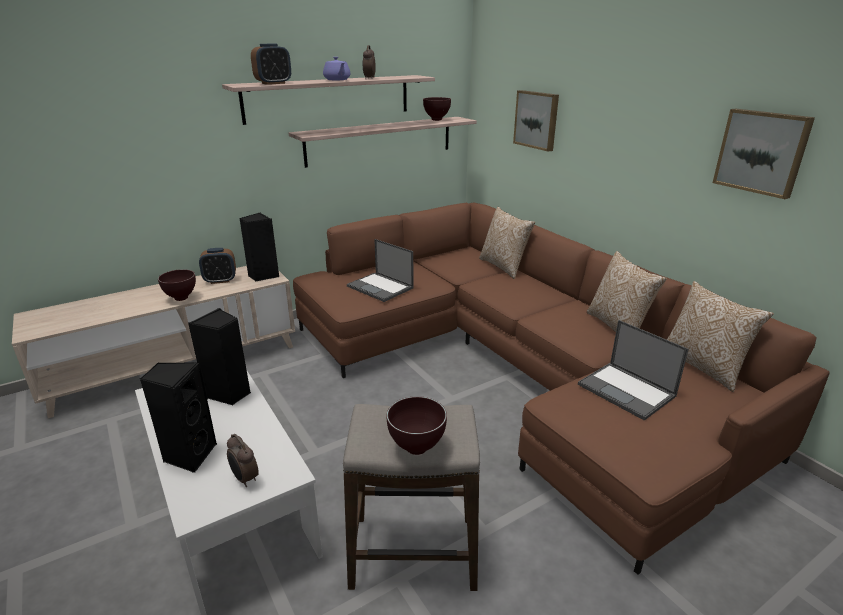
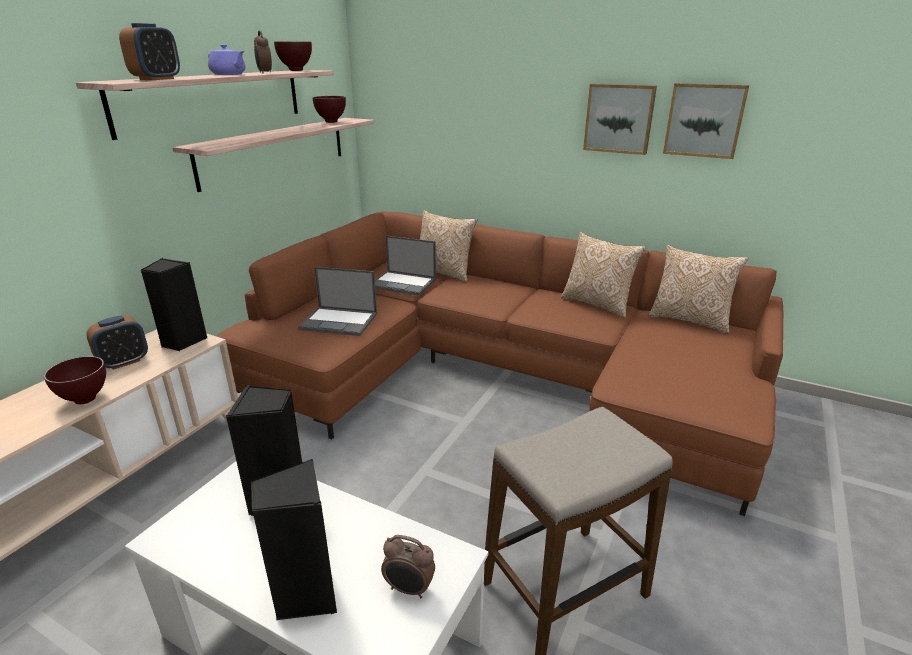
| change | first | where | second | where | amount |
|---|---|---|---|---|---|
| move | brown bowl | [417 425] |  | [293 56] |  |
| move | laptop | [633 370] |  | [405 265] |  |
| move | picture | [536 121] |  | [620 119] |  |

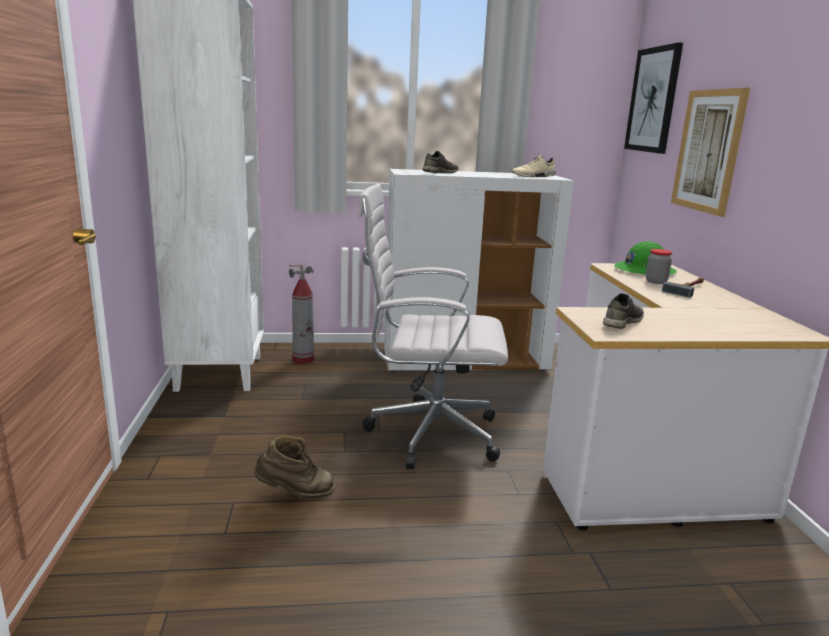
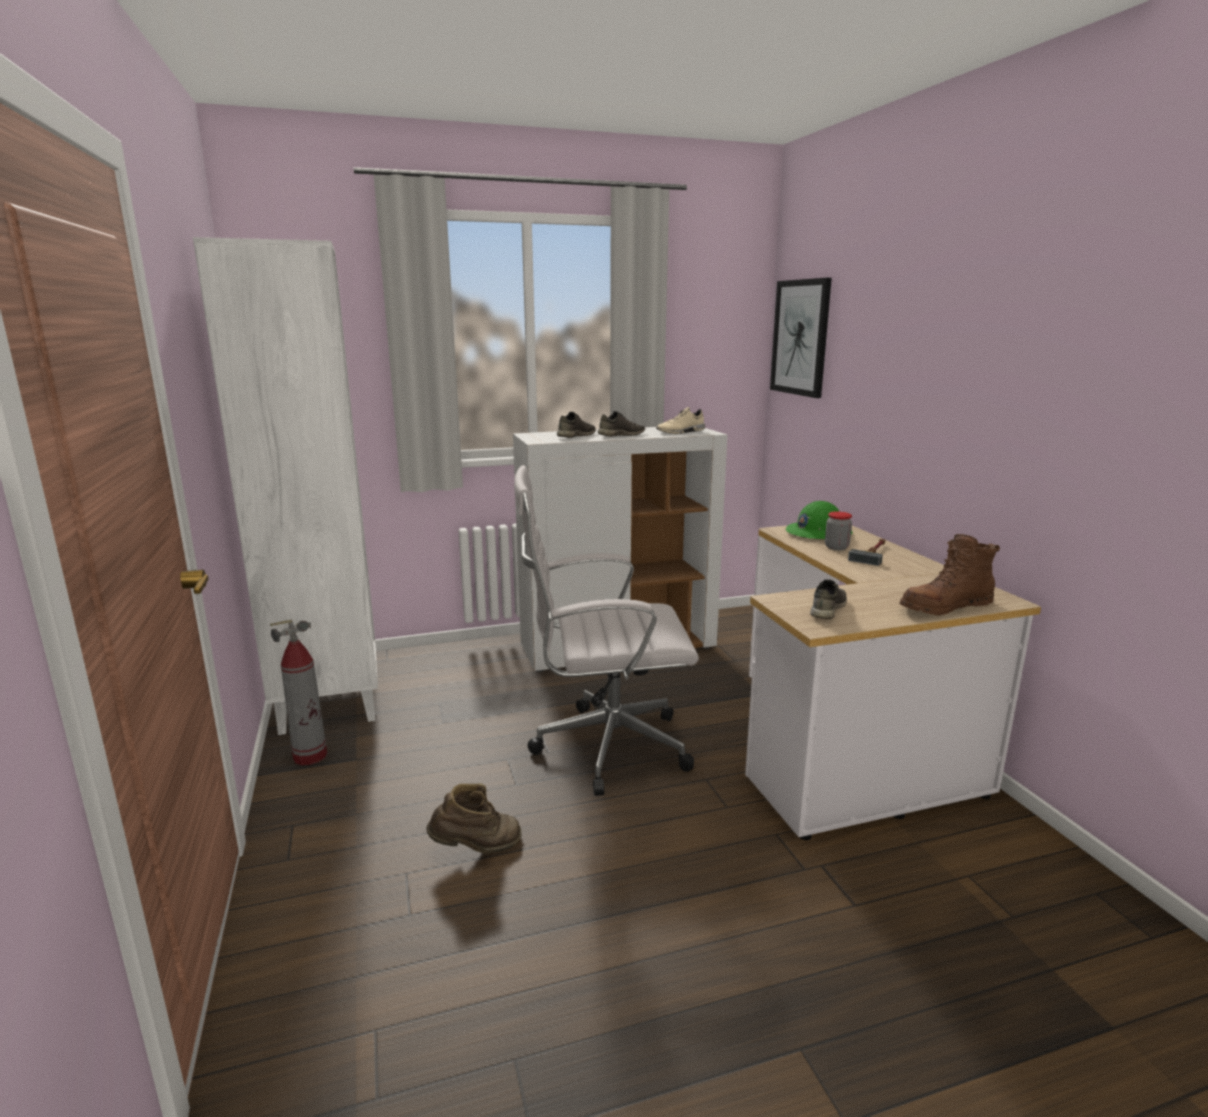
| change | first | where | second | where | amount |
|---|---|---|---|---|---|
| move | fire extinguisher | [301 315] |  | [298 692] |  |
| insert |  |  | grey shoe | [621 424] |  |
| insert |  |  | brown boot | [949 575] |  |
| delete | picture | [710 152] |  |  |  |

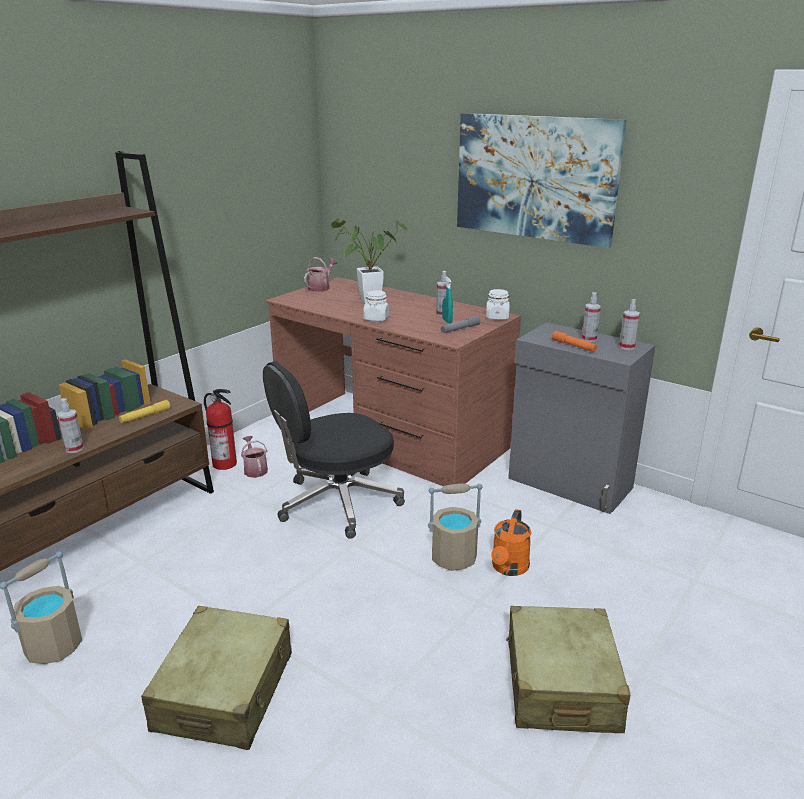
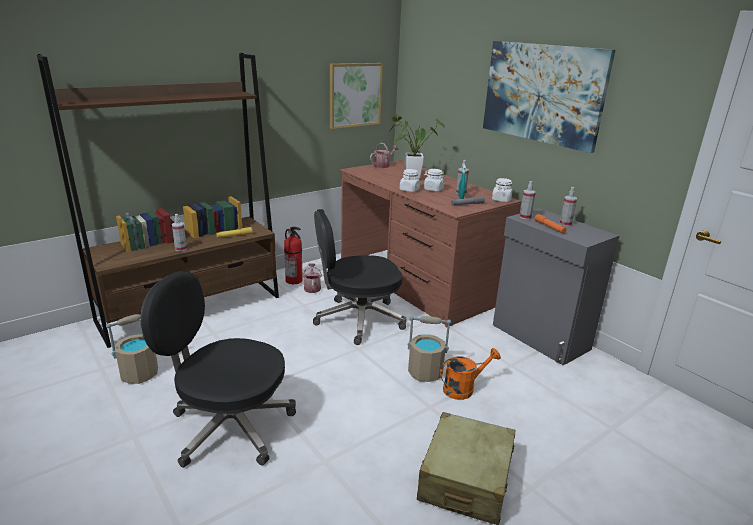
| change | first | where | second | where | amount |
|---|---|---|---|---|---|
| replace | beige suitcase | [216 678] | black office chair | [218 369] |  |
| insert |  |  | picture | [356 96] |  |
| insert |  |  | white jar | [434 180] |  |
| rotate | orange watering can | [511 542] |  | [470 374] | 150 degrees counterclockwise |
| move | spray bottle | [629 324] |  | [527 200] |  |

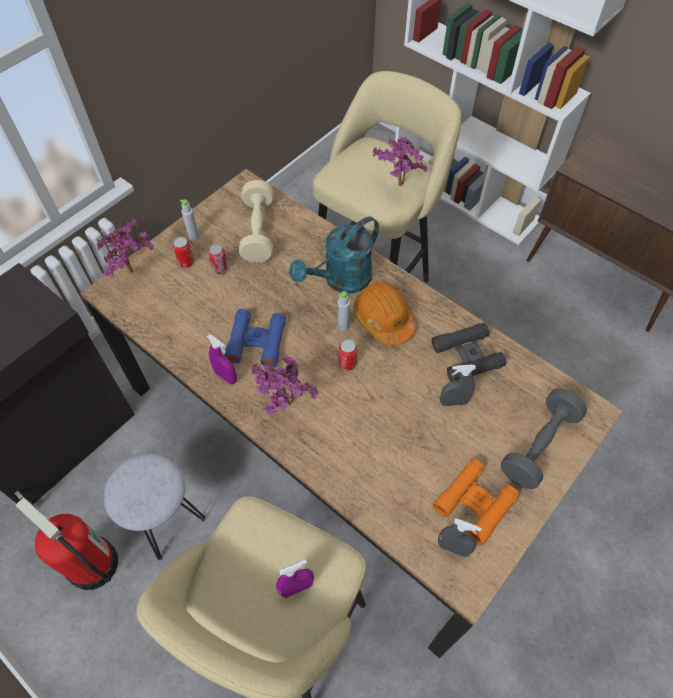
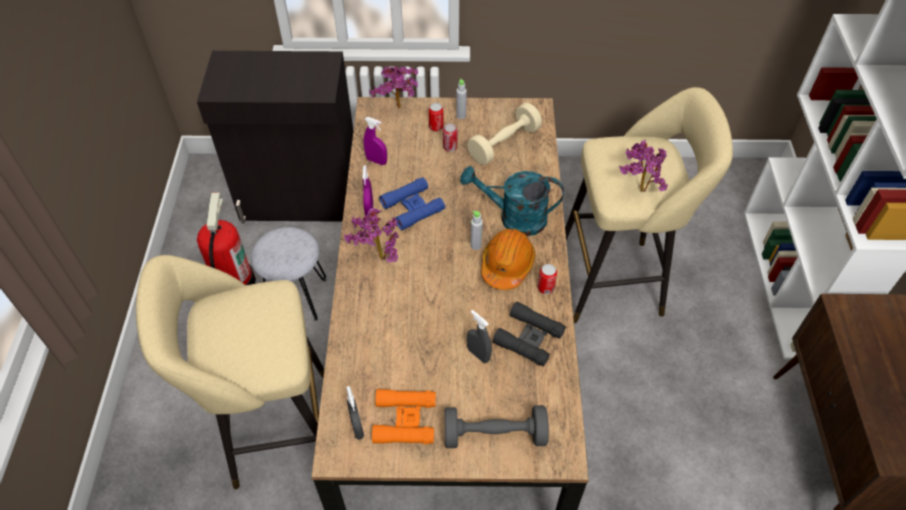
| change | first | where | second | where | amount |
|---|---|---|---|---|---|
| move | purple spray bottle | [295 578] |  | [375 141] |  |
| move | can | [348 355] |  | [547 279] |  |

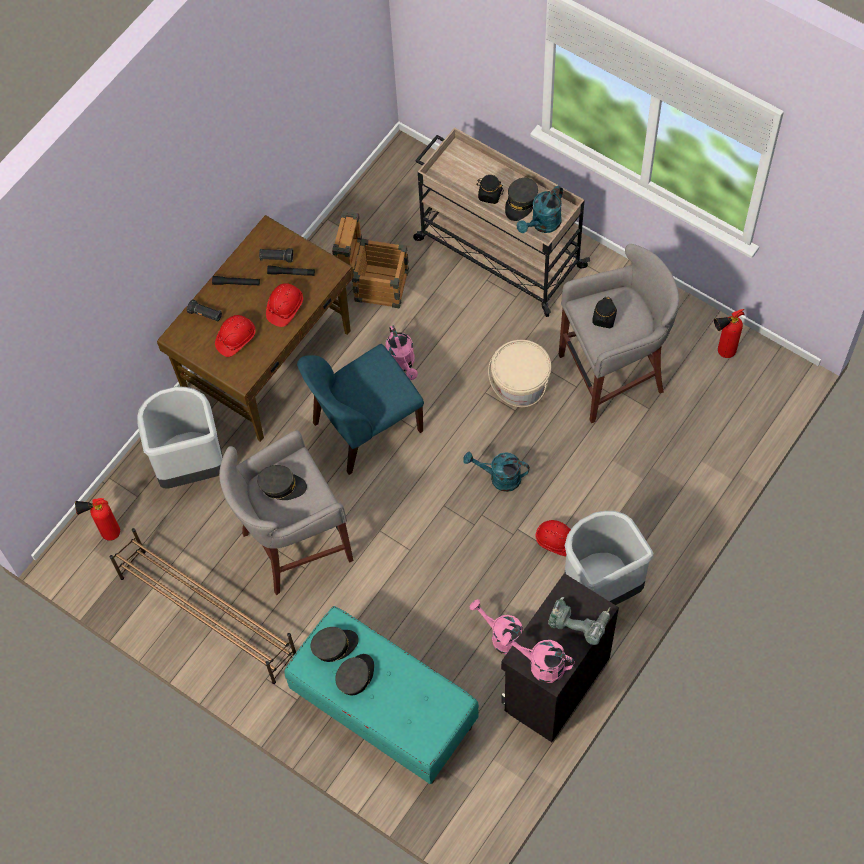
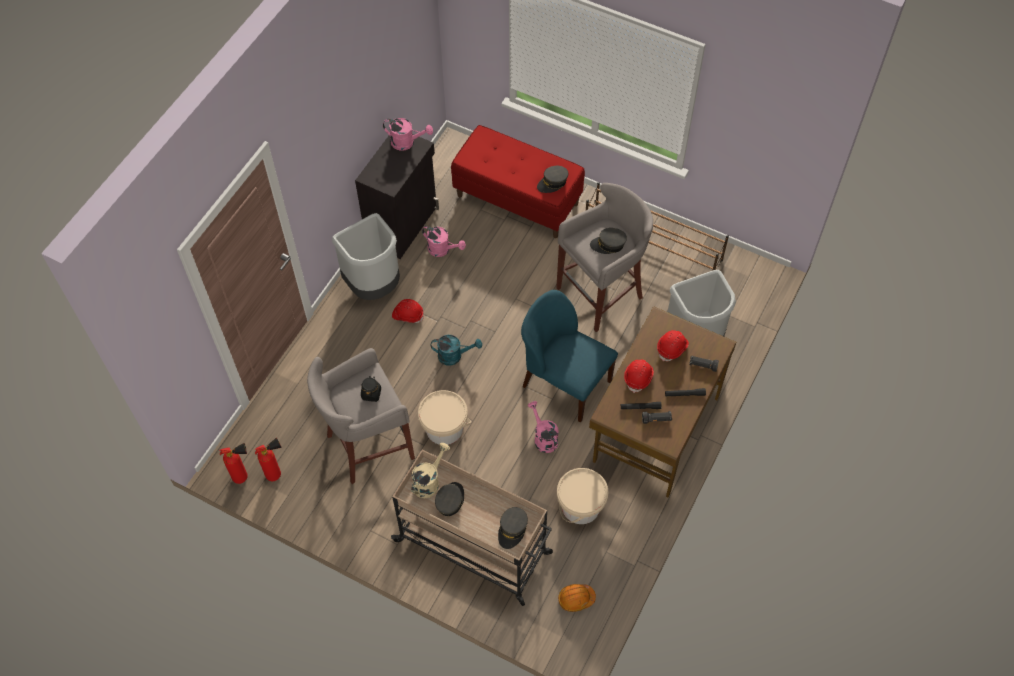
| change | first | where | second | where | amount |
|---|---|---|---|---|---|
| move | fire extinguisher | [97 519] |  | [233 463] |  |
| recolor | turquoise watering can | [540 209] | beige watering can | [430 470] |  |
| recolor | turquoise bench | [381 695] | red bench | [518 181] |  |
| move | grey cap | [354 674] |  | [513 528] |  |
| rotate | blue chair | [360 409] |  | [569 356] | 105 degrees counterclockwise |
| replace | crate | [370 259] | beige bucket | [582 496] |  |
| insert |  |  | orange hard hat | [577 598] |  |
| delete | black jar | [490 189] |  |  |  |
| delete | power drill | [579 621] |  |  |  |

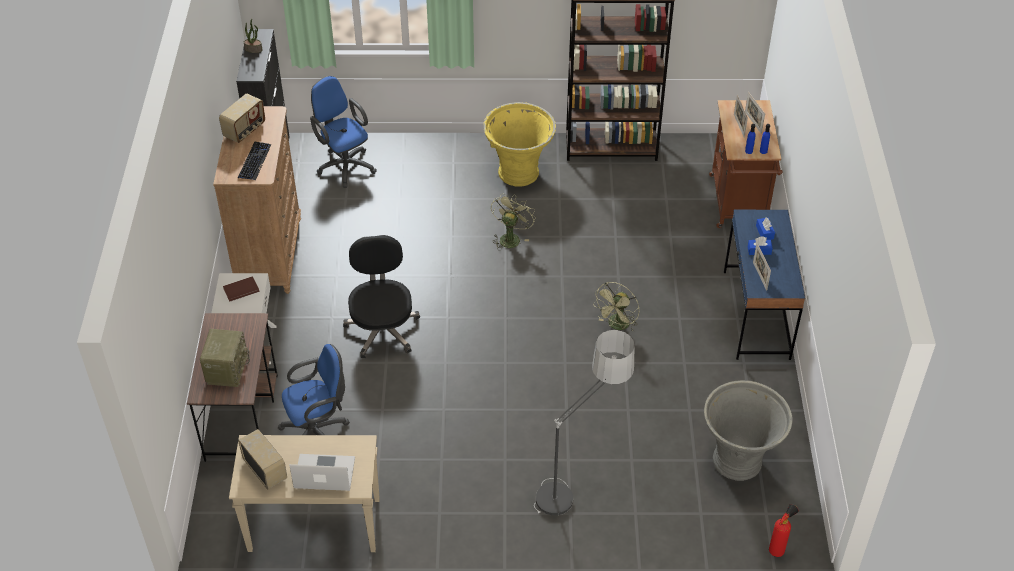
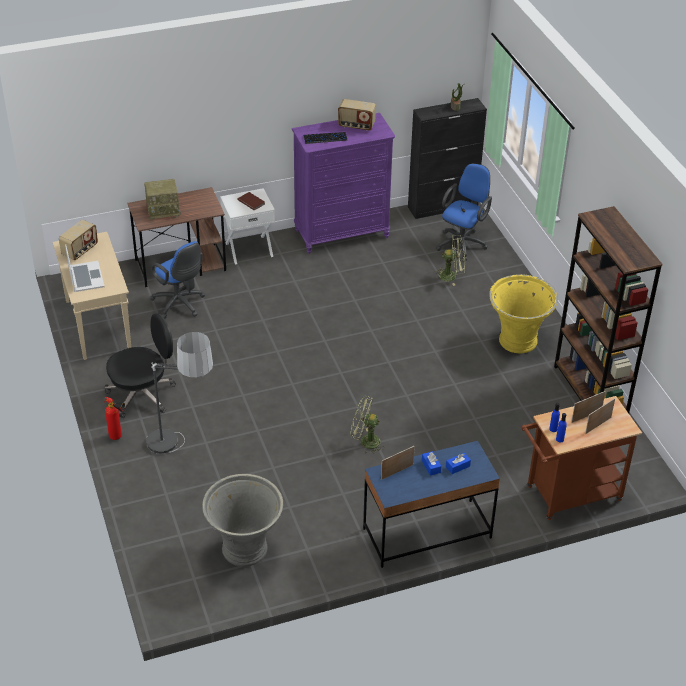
| change | first | where | second | where | amount |
|---|---|---|---|---|---|
| move | black office chair | [381 296] |  | [140 365] |  |
| move | fire extinguisher | [784 530] |  | [114 418] |  |
| recolor | brown dresser | [257 200] | purple dresser | [343 183] |  |
| move | green fan | [513 222] |  | [449 260] |  |

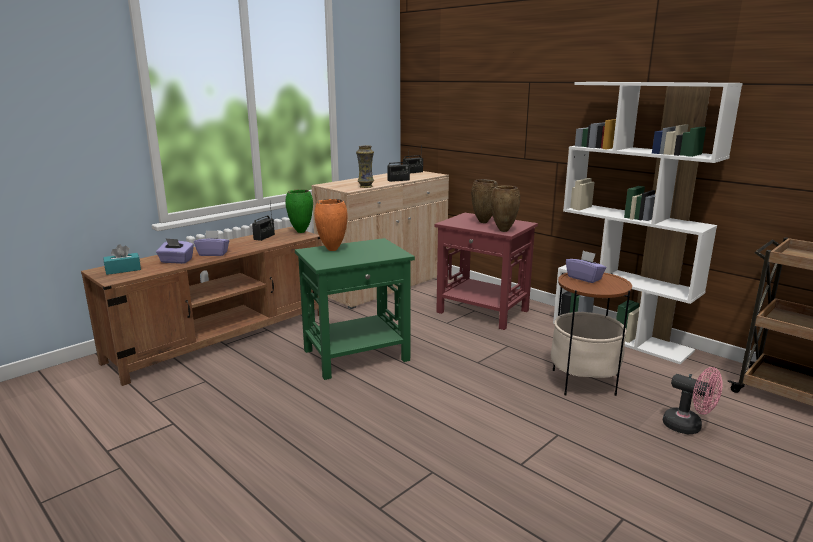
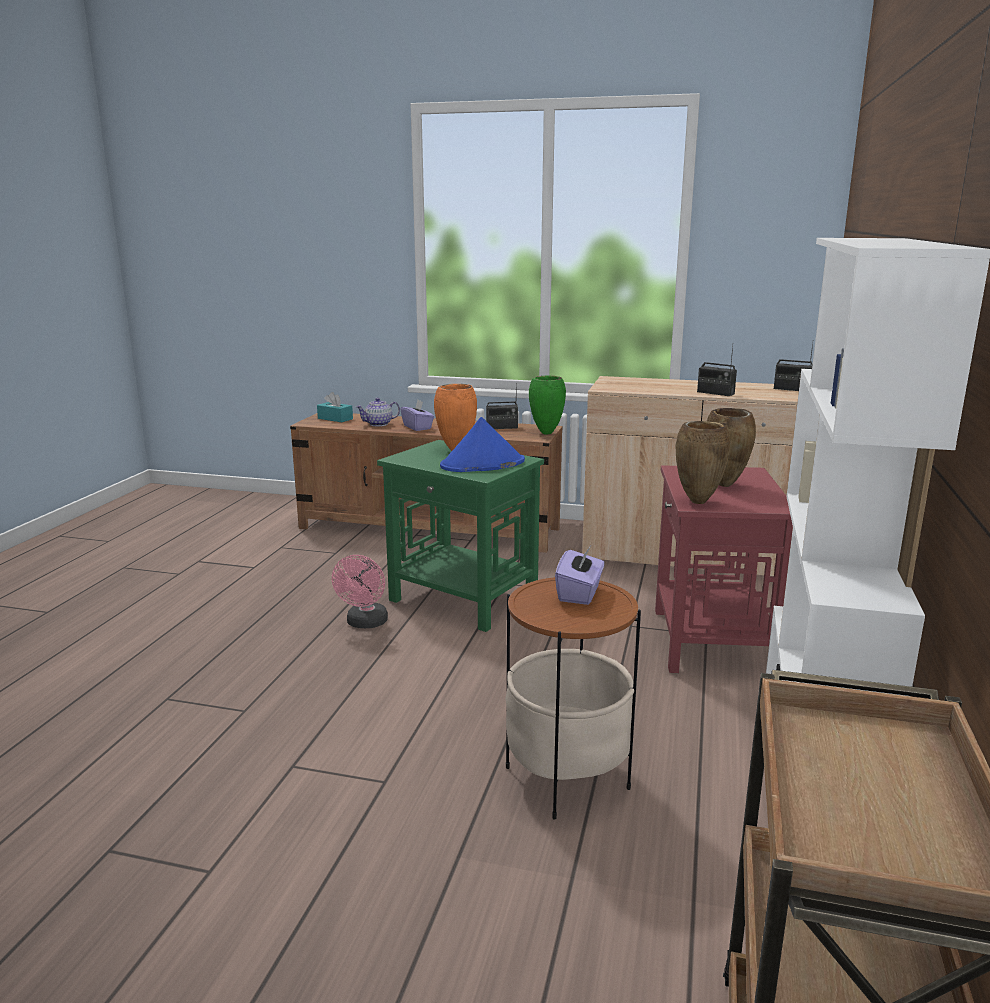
| change | first | where | second | where | amount |
|---|---|---|---|---|---|
| move | pink fan | [693 400] |  | [360 591] |  |
| replace | purple tissue box | [175 251] | teapot | [378 412] |  |
| insert |  |  | blue hat | [482 444] |  |
| delete | vase | [365 166] |  |  |  |

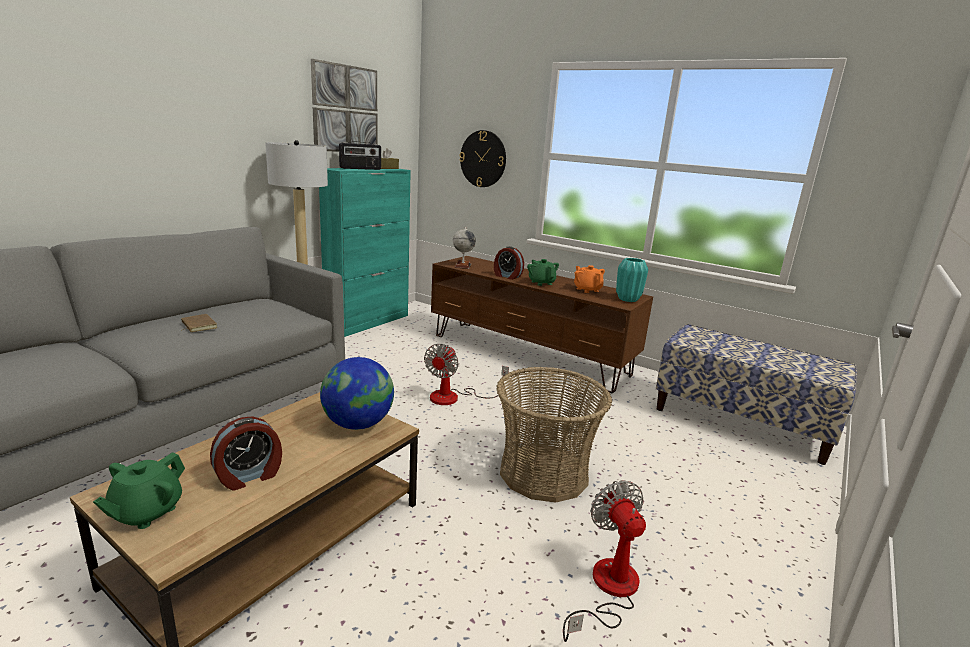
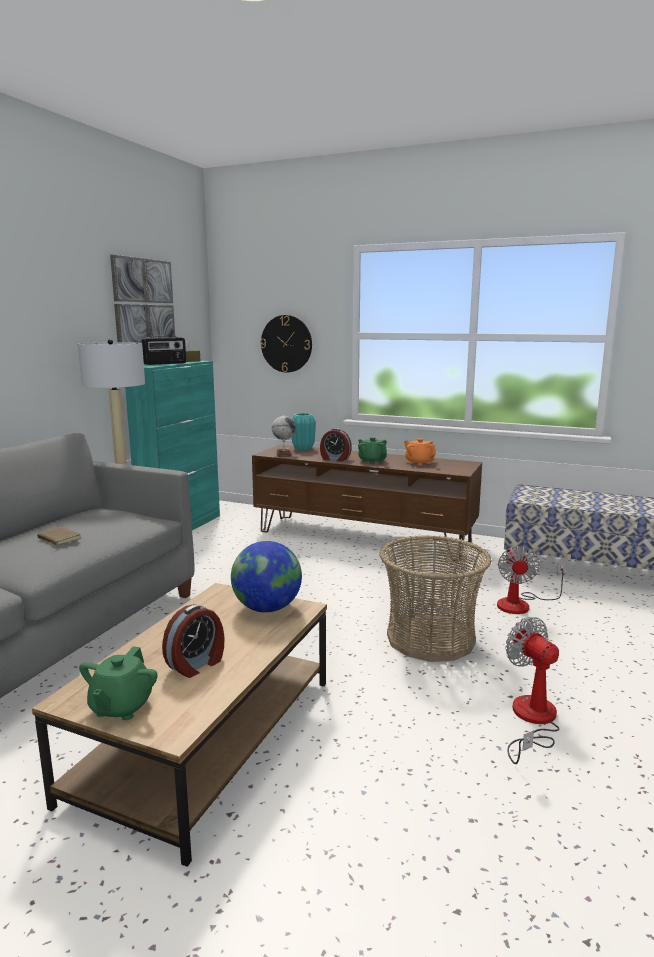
| change | first | where | second | where | amount |
|---|---|---|---|---|---|
| move | turquoise vase | [632 280] |  | [304 432] |  |
| move | fan | [466 374] |  | [531 580] |  |

